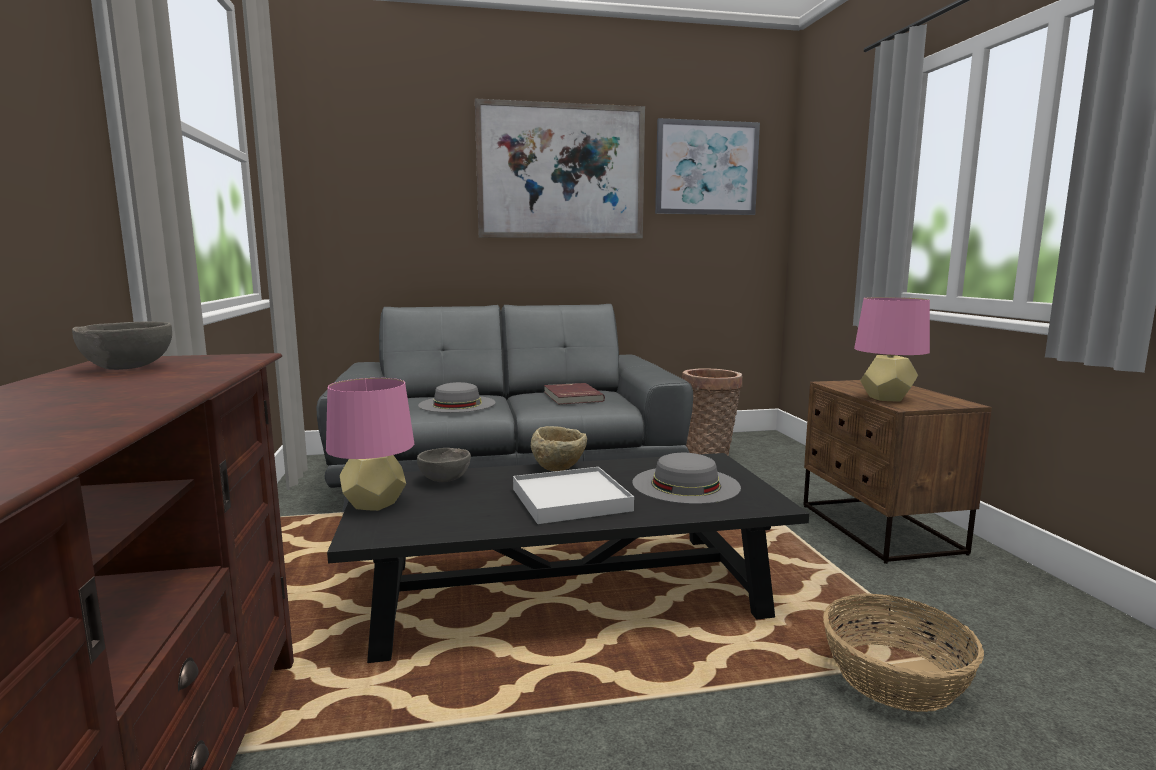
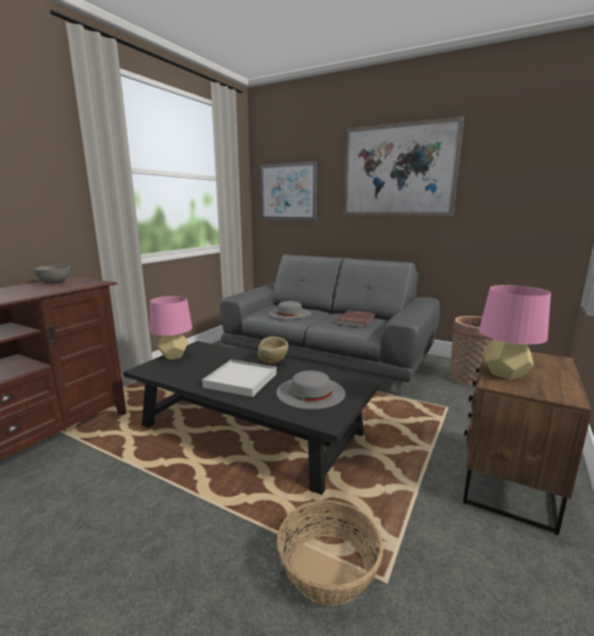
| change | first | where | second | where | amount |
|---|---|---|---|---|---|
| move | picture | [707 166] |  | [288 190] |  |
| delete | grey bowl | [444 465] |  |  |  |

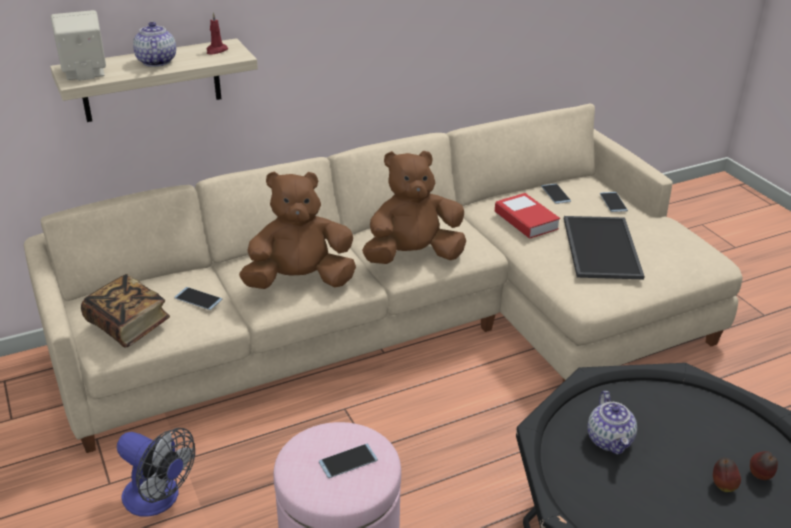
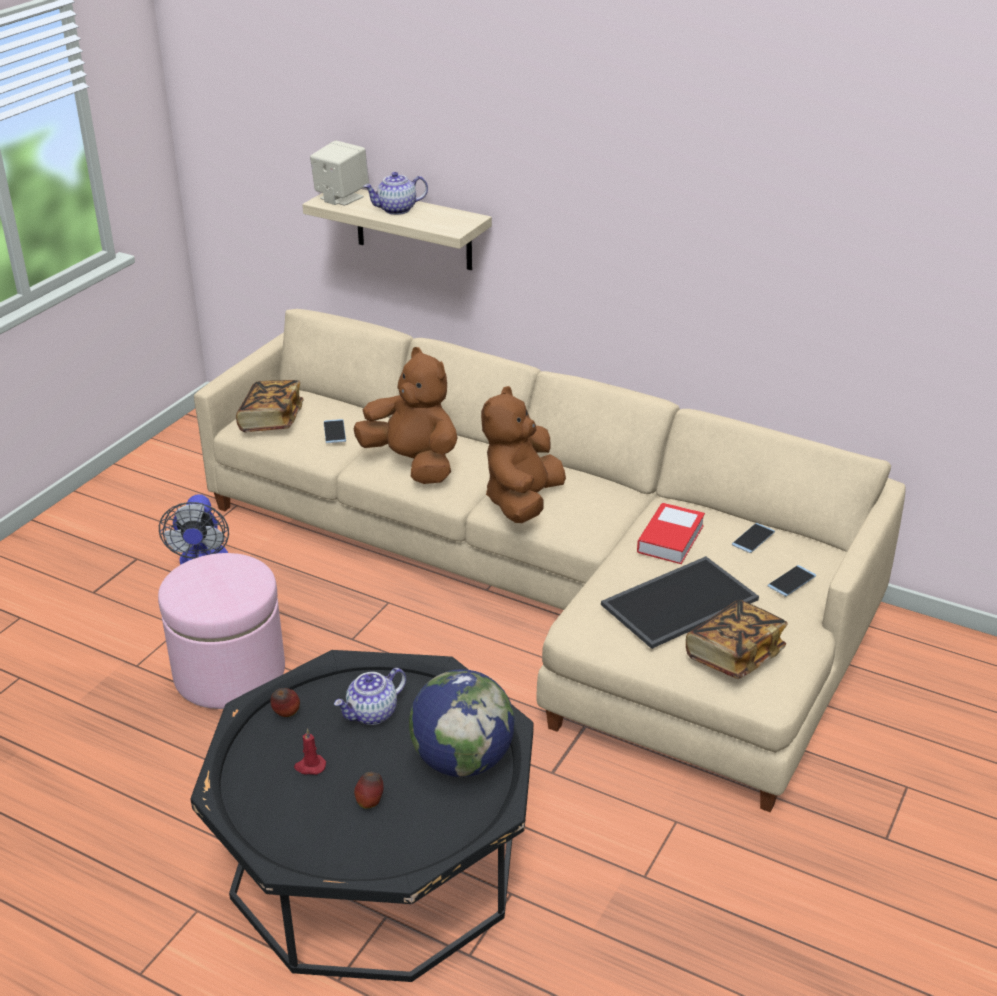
| change | first | where | second | where | amount |
|---|---|---|---|---|---|
| move | apple | [764 465] |  | [285 702] |  |
| move | red candle | [217 33] |  | [310 752] |  |
| rotate | teapot | [154 44] |  | [395 193] | 150 degrees counterclockwise |
| insert |  |  | globe | [462 723] |  |
| rotate | brown plush toy | [414 207] |  | [523 454] | 105 degrees counterclockwise |
| insert |  |  | book | [737 639] |  |
| delete | phone | [348 460] |  |  |  |

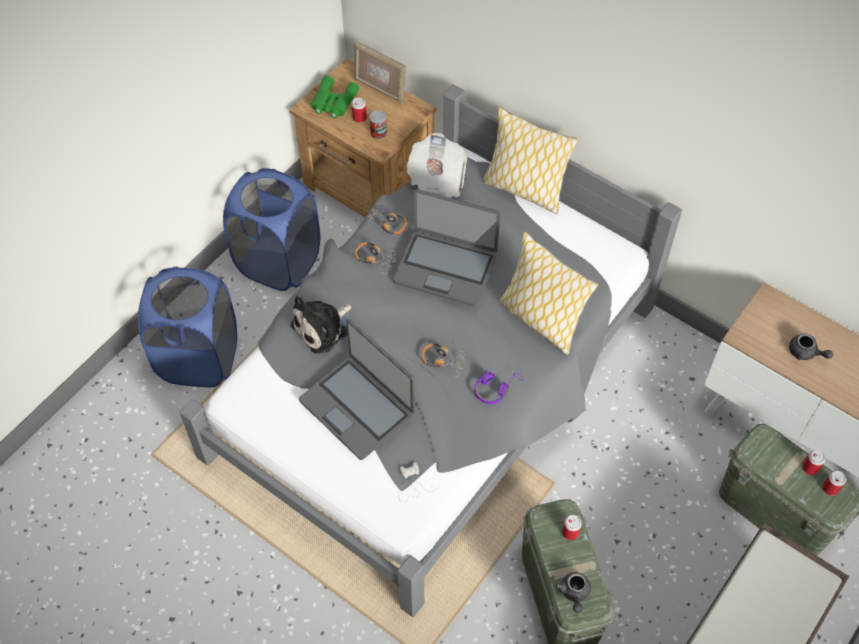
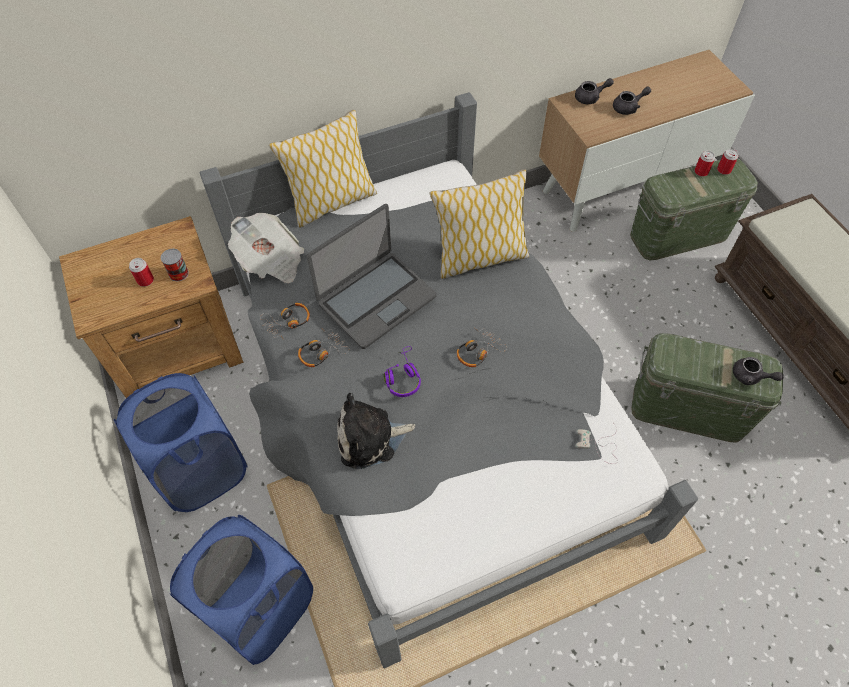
| change | first | where | second | where | amount |
|---|---|---|---|---|---|
| rotate | plush toy | [321 324] |  | [376 431] | 90 degrees clockwise |
| move | purple headphones | [498 387] |  | [402 371] |  |
| insert |  |  | grey teapot | [594 91] |  |
| delete | laptop | [357 389] |  |  |  |
| delete | green binoculars | [335 96] |  |  |  |
| delete | picture frame | [380 73] |  |  |  |
| delete | can | [572 527] |  |  |  |

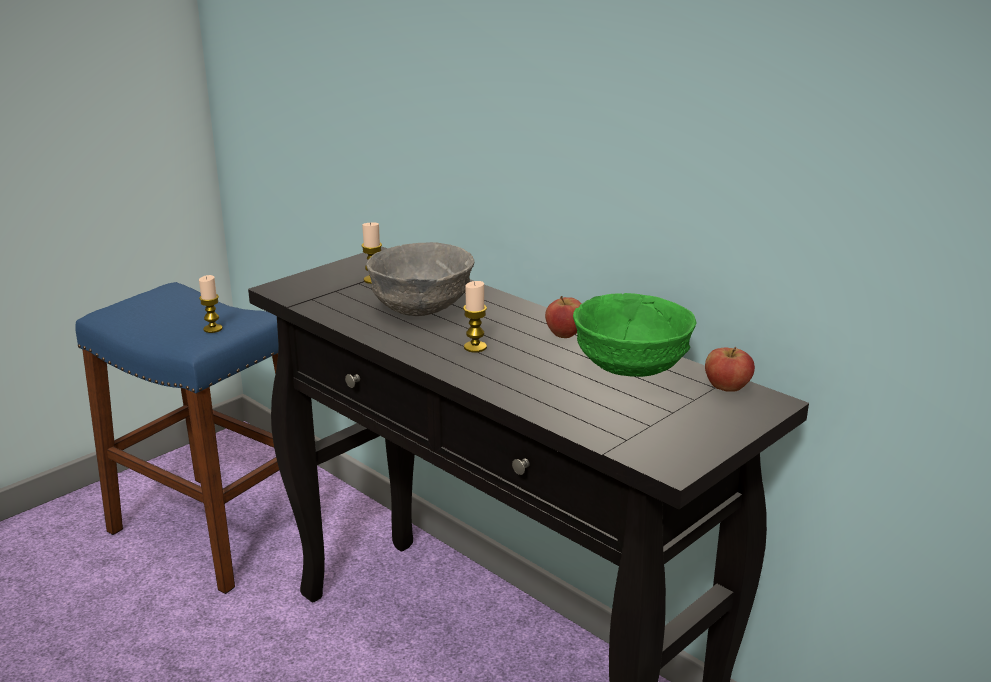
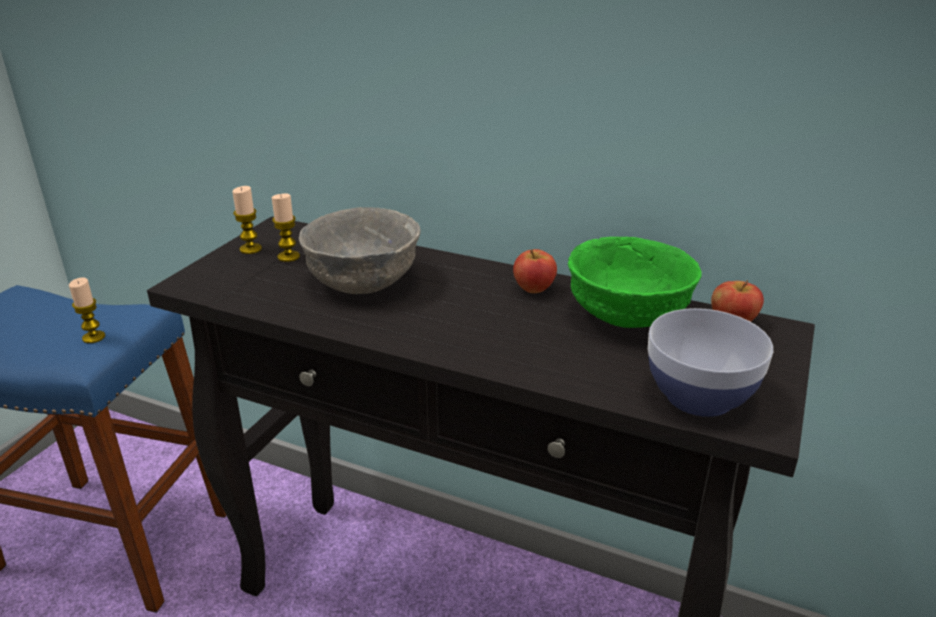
| change | first | where | second | where | amount |
|---|---|---|---|---|---|
| move | candle | [475 316] |  | [247 220] |  |
| insert |  |  | bowl | [710 362] |  |

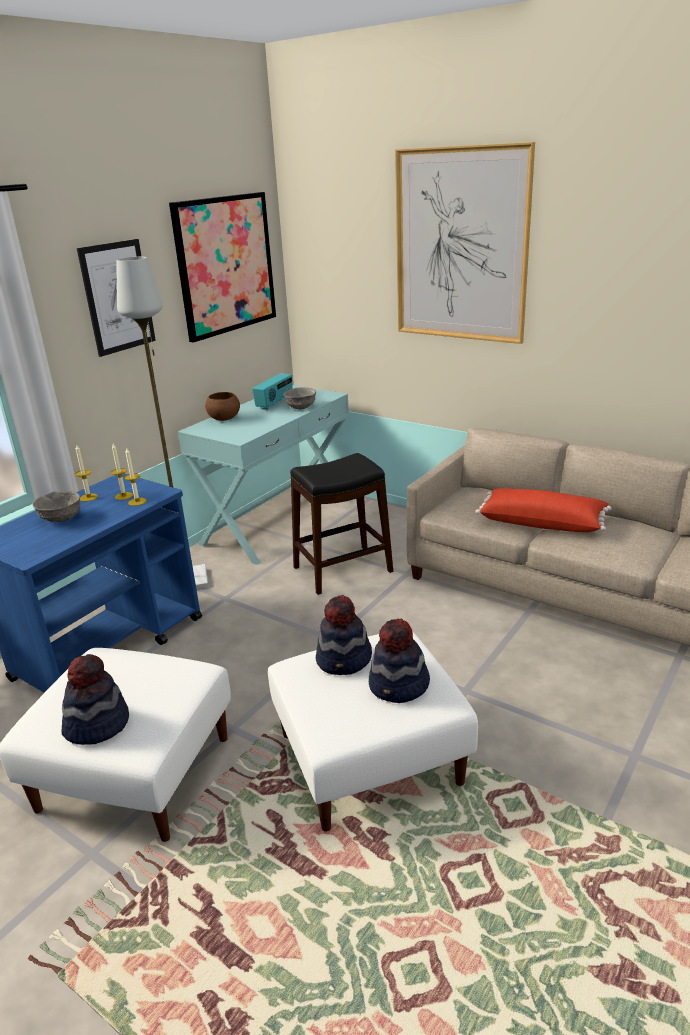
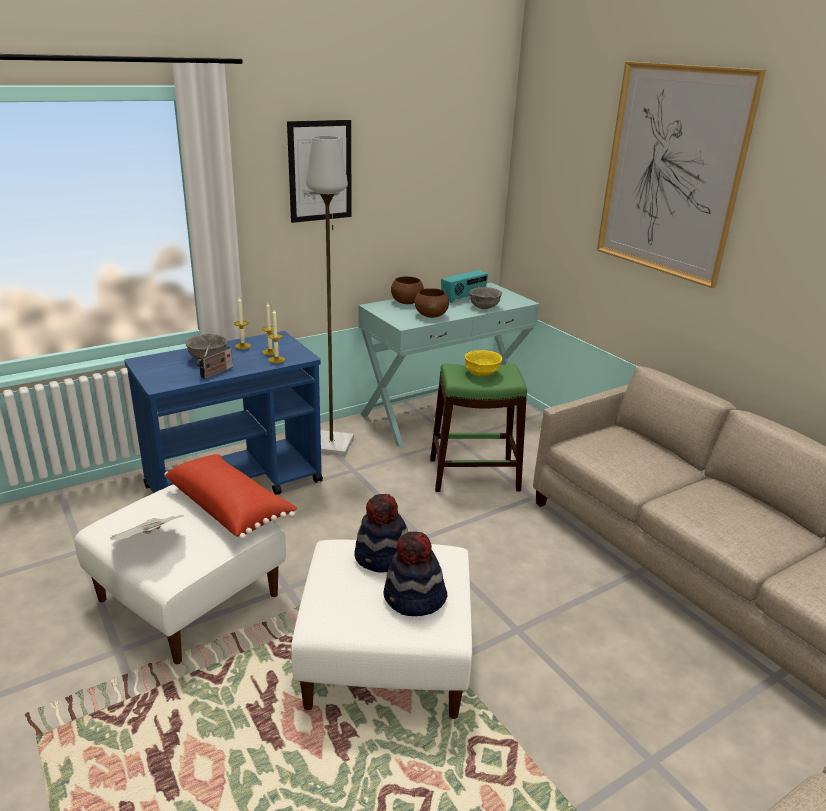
| change | first | where | second | where | amount |
|---|---|---|---|---|---|
| replace | hat | [95 699] | newspaper | [147 527] |  |
| move | red pillow | [543 510] |  | [230 497] |  |
| insert |  |  | radio | [215 361] |  |
| insert |  |  | brown bowl | [431 303] |  |
| recolor | black stool | [341 524] | green stool | [478 427] |  |
| insert |  |  | yellow bowl | [484 363] |  |
| delete | picture | [222 267] |  |  |  |

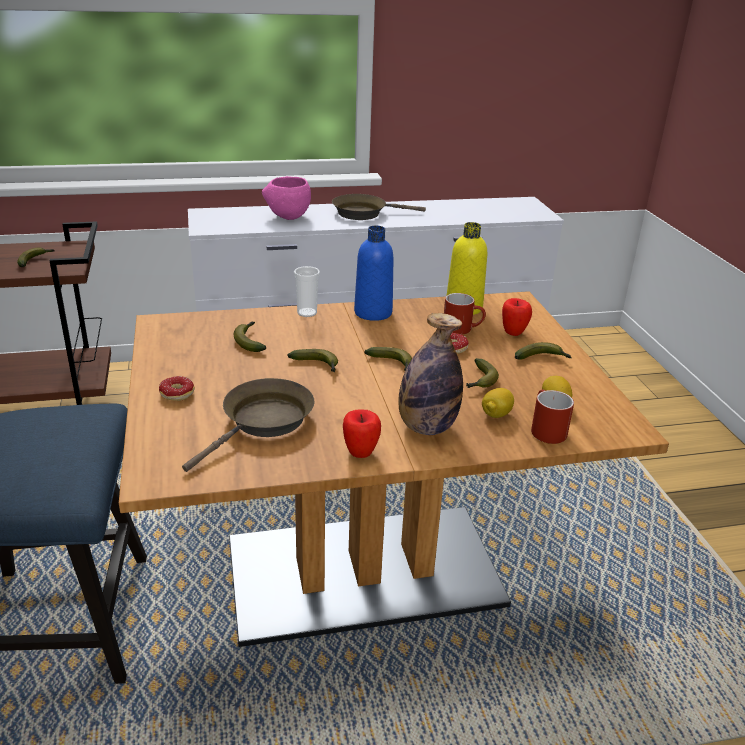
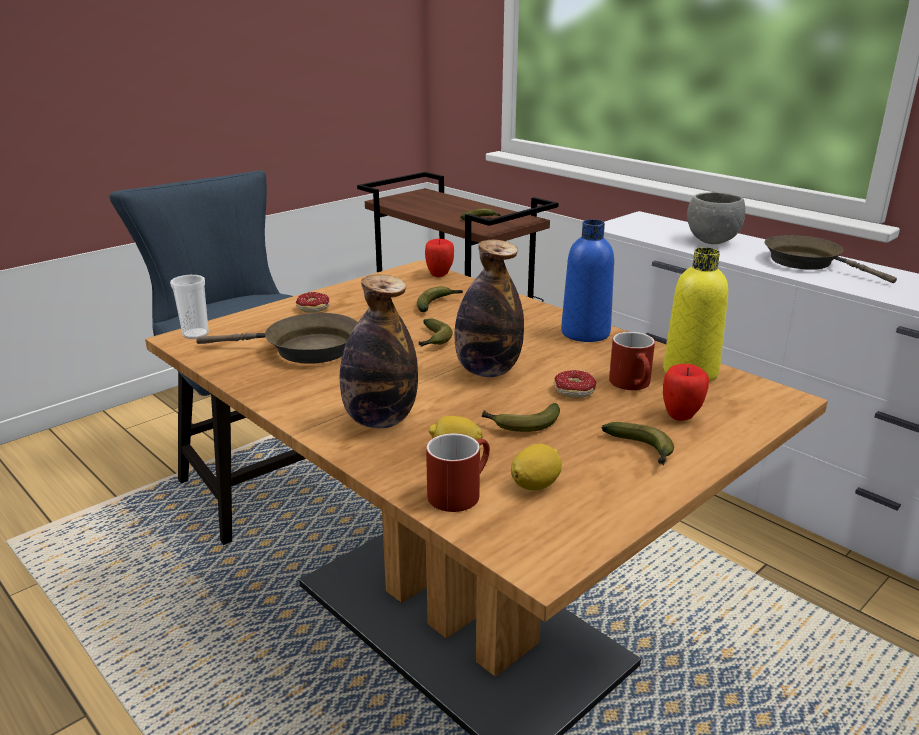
| change | first | where | second | where | amount |
|---|---|---|---|---|---|
| move | cup | [307 291] |  | [189 307] |  |
| move | apple | [362 433] |  | [439 258] |  |
| replace | banana | [388 359] | bottle | [489 308] |  |
| recolor | pink bowl | [286 198] | grey bowl | [716 218] |  |

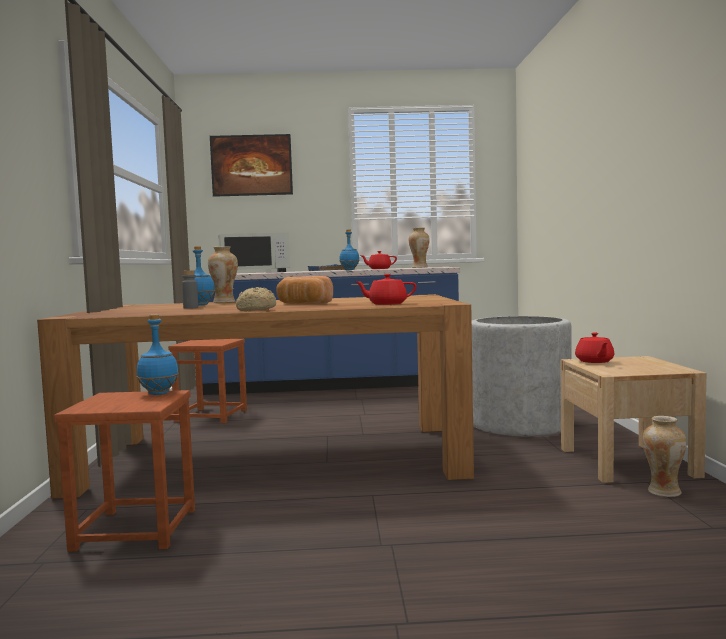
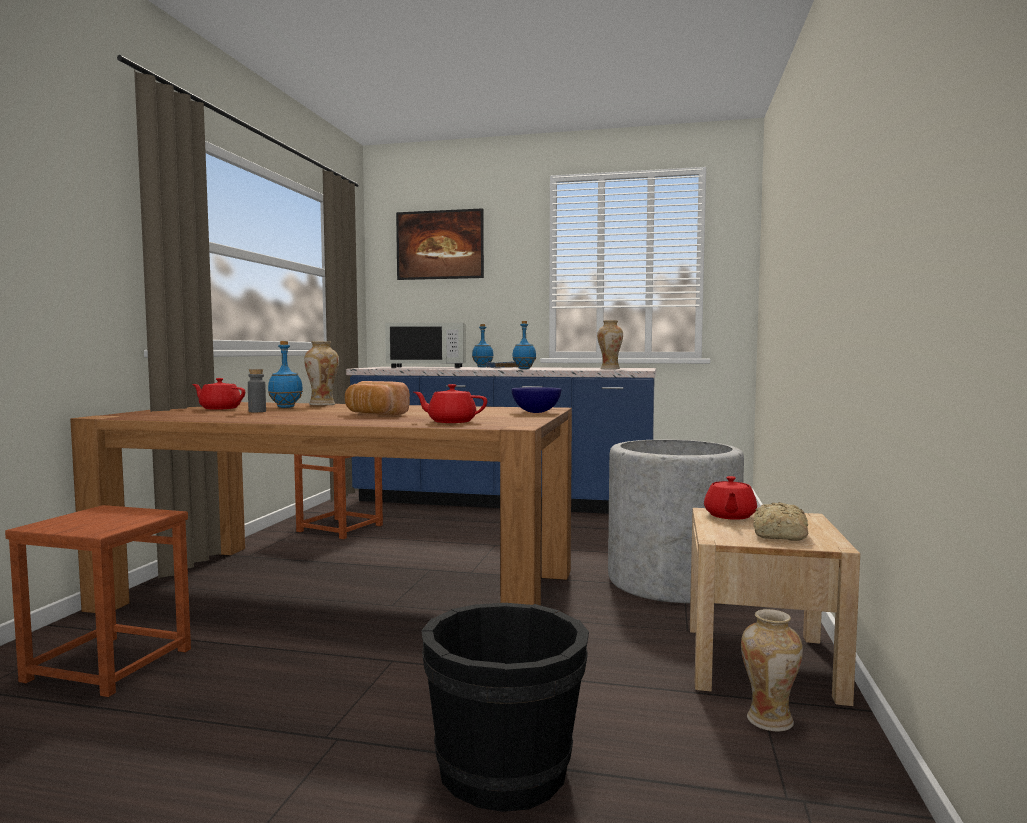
| change | first | where | second | where | amount |
|---|---|---|---|---|---|
| move | red teapot | [378 260] |  | [218 394] |  |
| insert |  |  | black bucket | [505 707] |  |
| move | blue bottle | [158 355] |  | [482 345] |  |
| insert |  |  | blue bowl | [536 400] |  |
| move | bread | [256 299] |  | [781 521] |  |

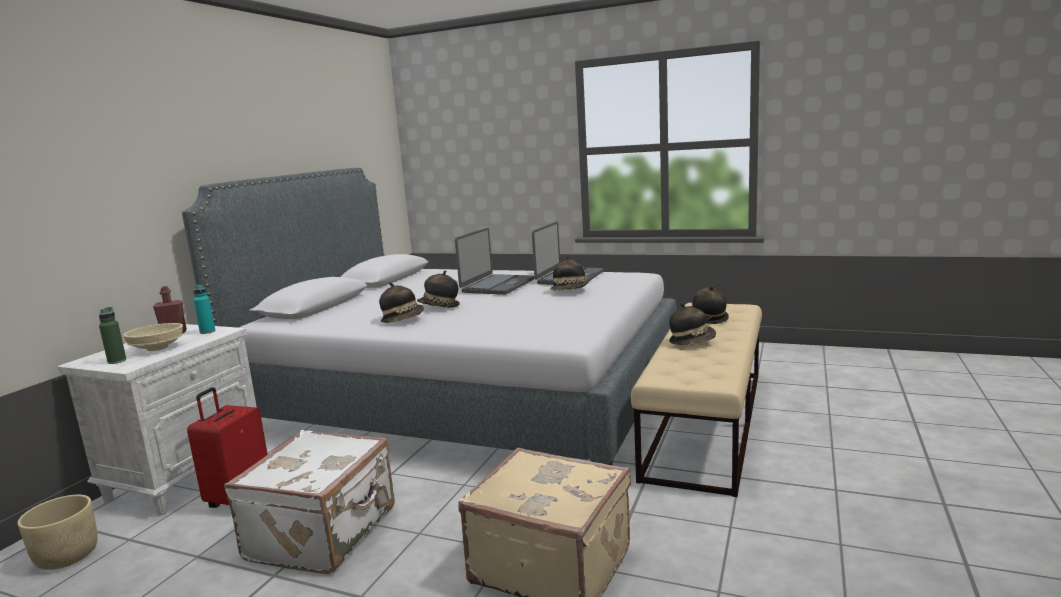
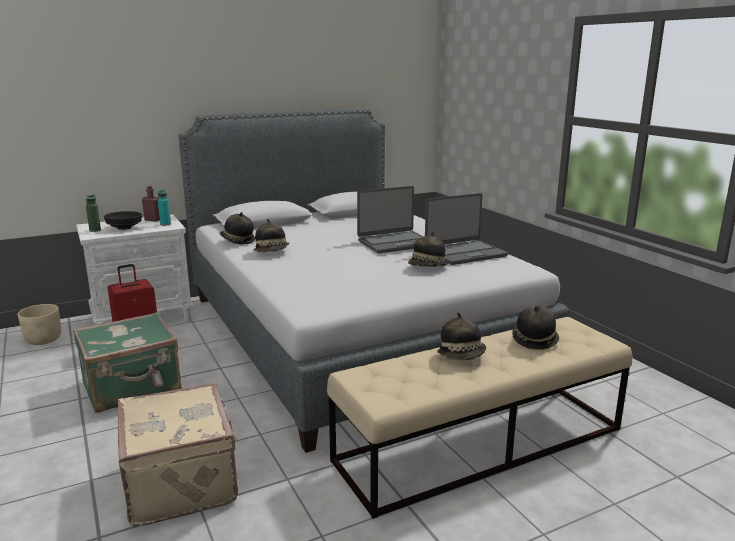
| change | first | where | second | where | amount |
|---|---|---|---|---|---|
| recolor | white suitcase | [309 502] | green suitcase | [127 362] |  |
| recolor | beige bowl | [153 337] | black bowl | [123 220] |  |
| move | hat | [438 289] |  | [237 228] |  |

